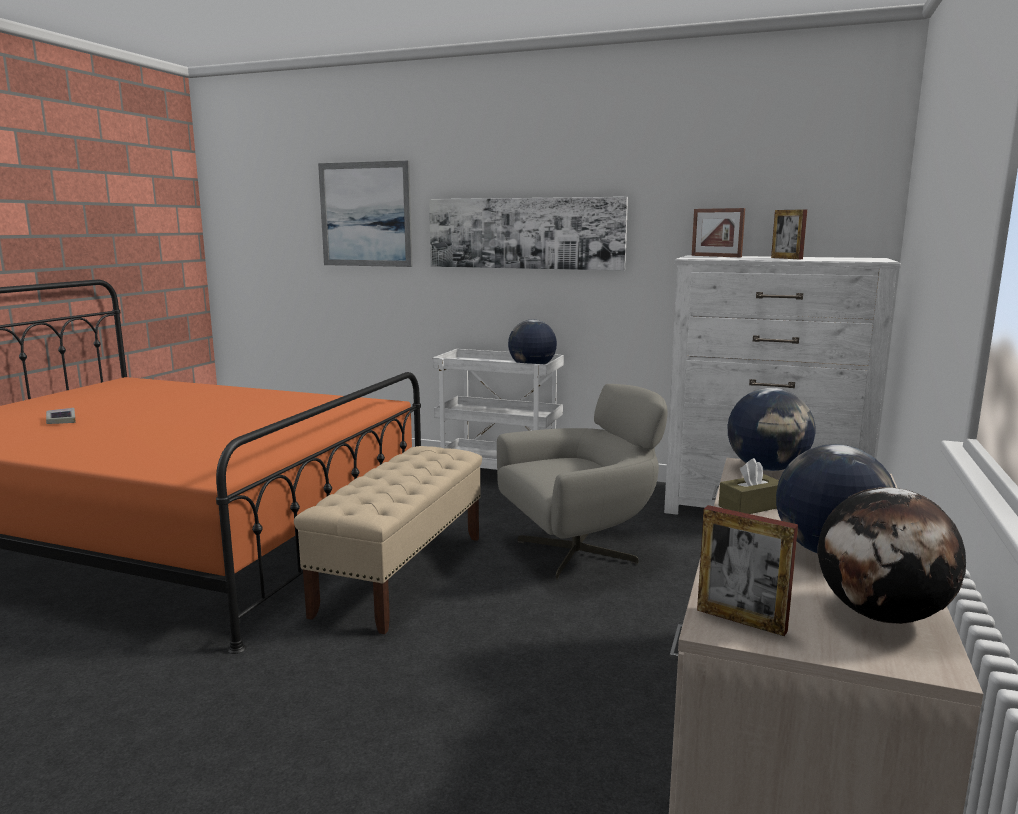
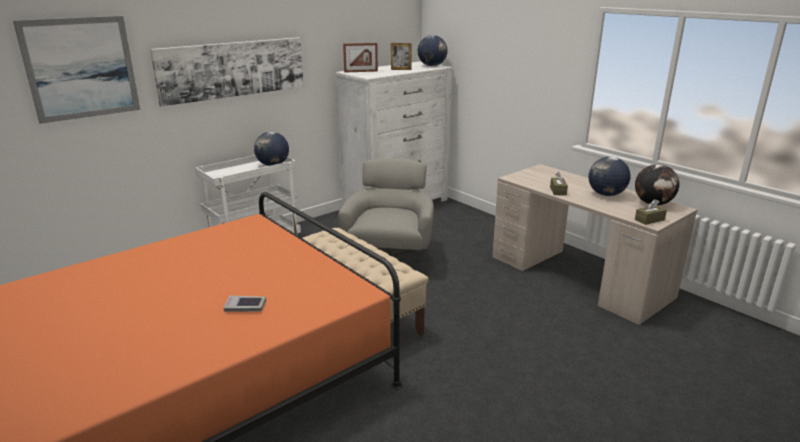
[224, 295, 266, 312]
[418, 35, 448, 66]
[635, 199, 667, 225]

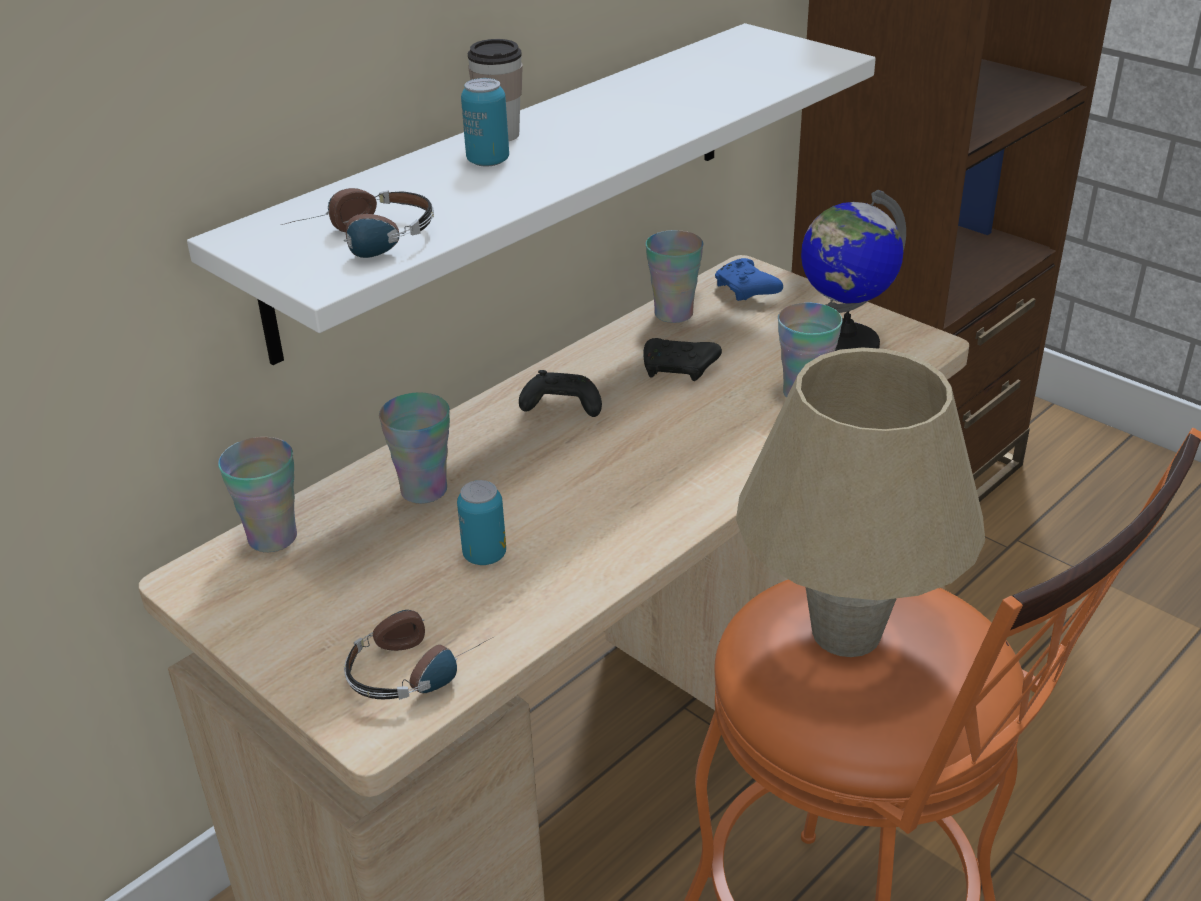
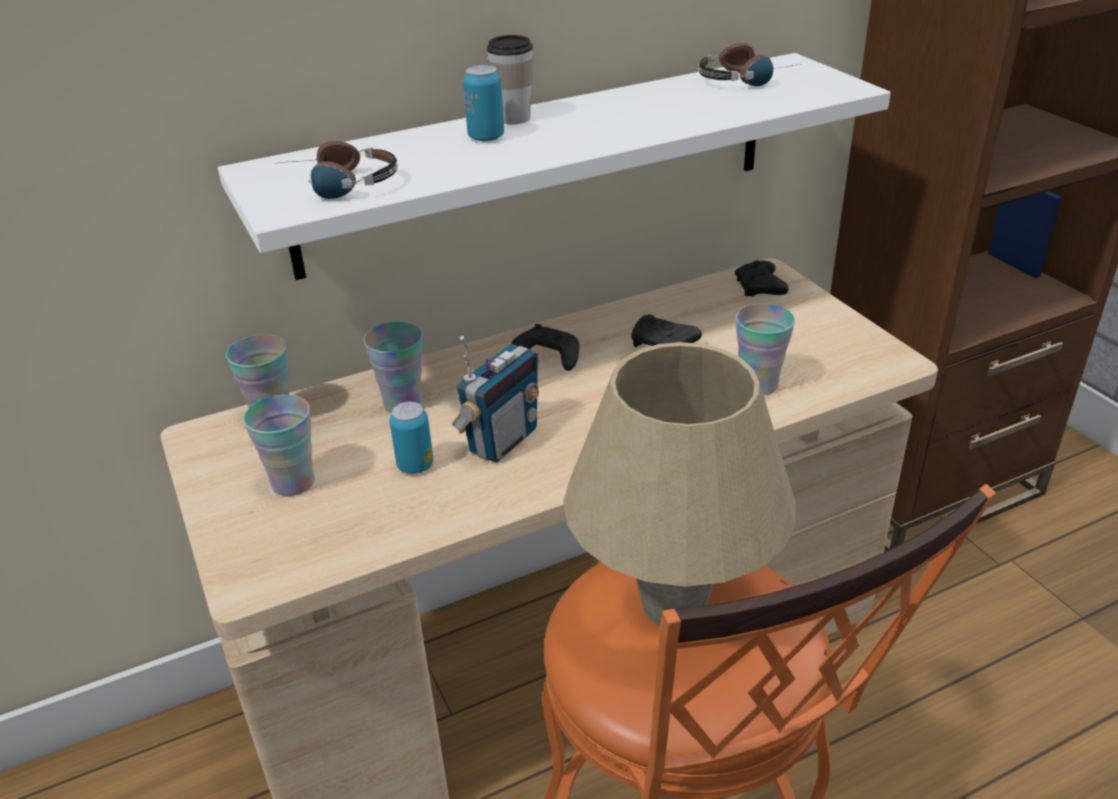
[243, 394, 315, 496]
[452, 336, 539, 463]
[698, 43, 801, 86]
[735, 260, 789, 297]
[801, 190, 906, 351] (first image)

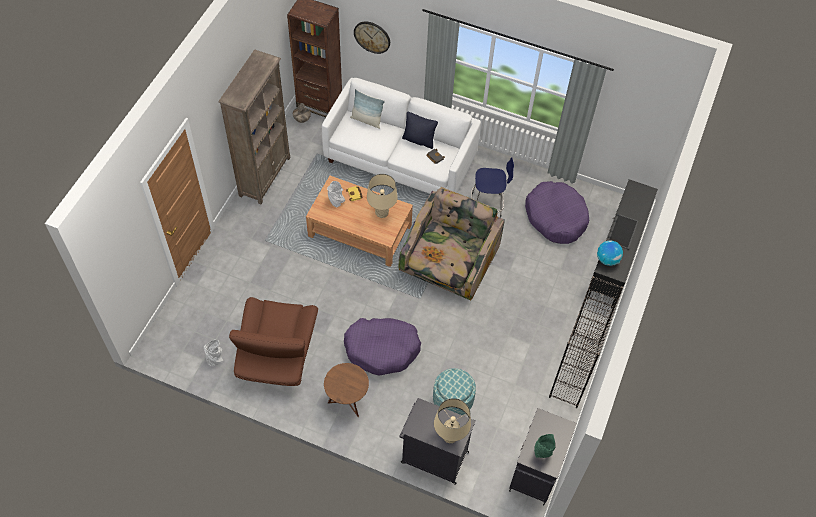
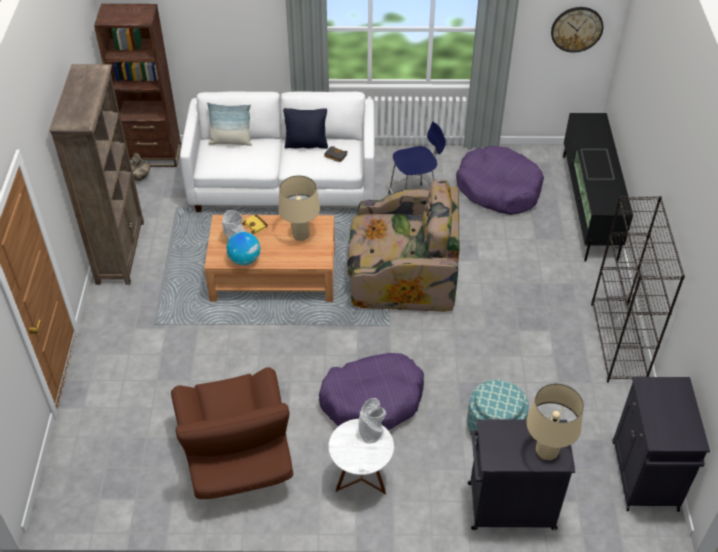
[227, 232, 260, 265]
[329, 419, 394, 494]
[347, 180, 459, 312]
[358, 398, 386, 444]
[551, 7, 603, 53]
[534, 434, 555, 458] (first image)

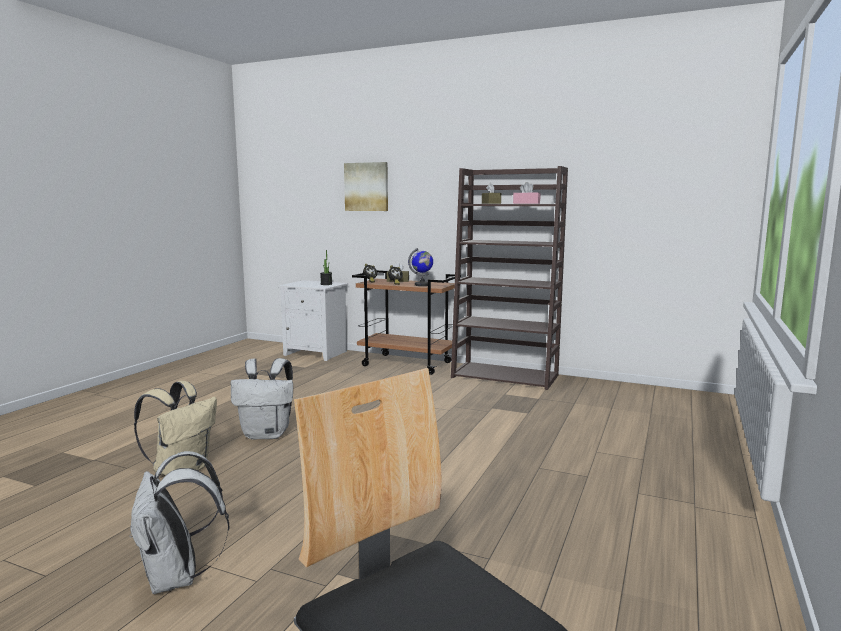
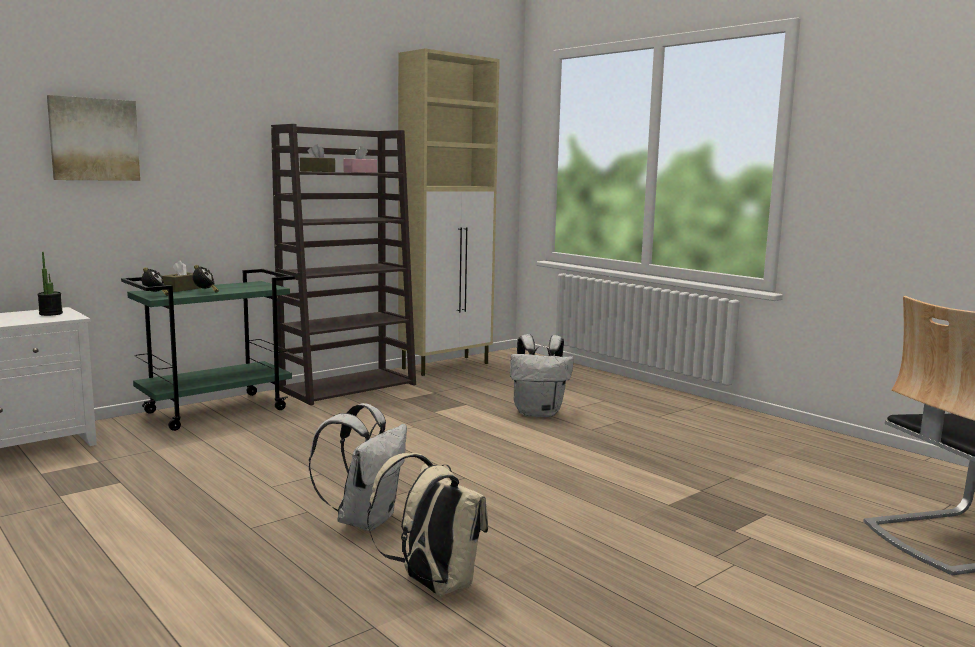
[121, 269, 295, 431]
[398, 48, 500, 376]
[510, 334, 574, 417]
[408, 248, 433, 286] (first image)

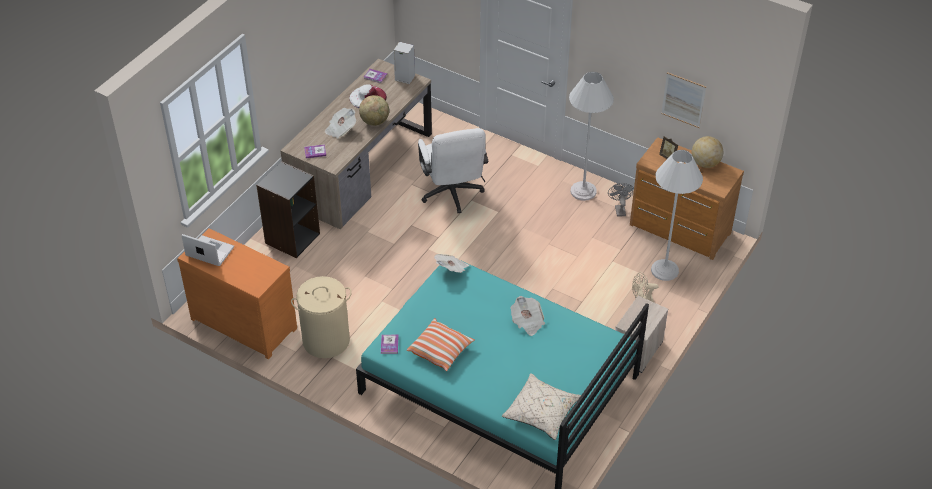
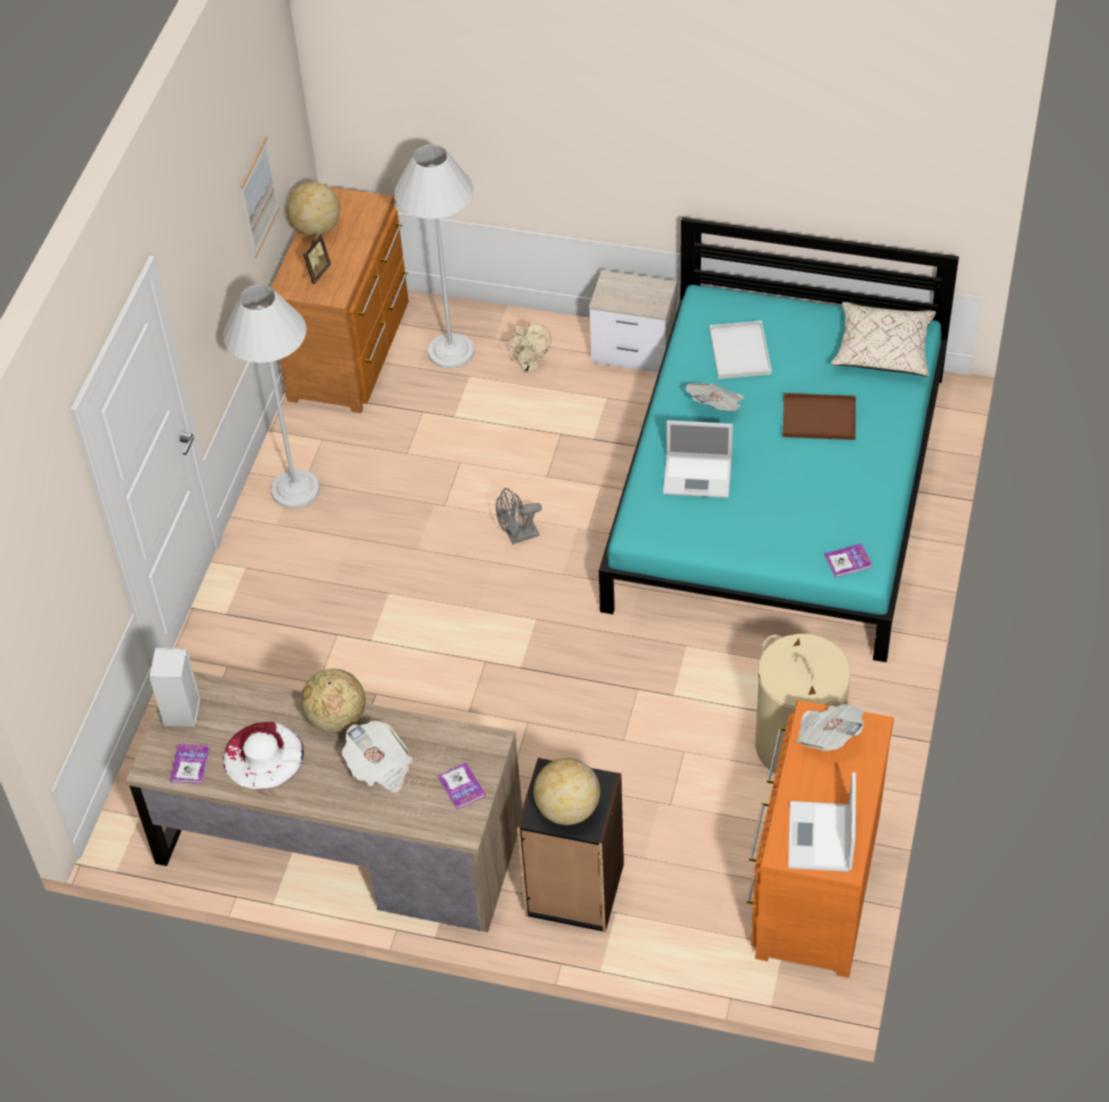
[496, 488, 542, 544]
[533, 758, 600, 825]
[663, 420, 733, 498]
[709, 321, 772, 379]
[782, 393, 856, 440]
[796, 704, 864, 751]
[407, 318, 475, 371] (first image)
[418, 128, 488, 213] (first image)

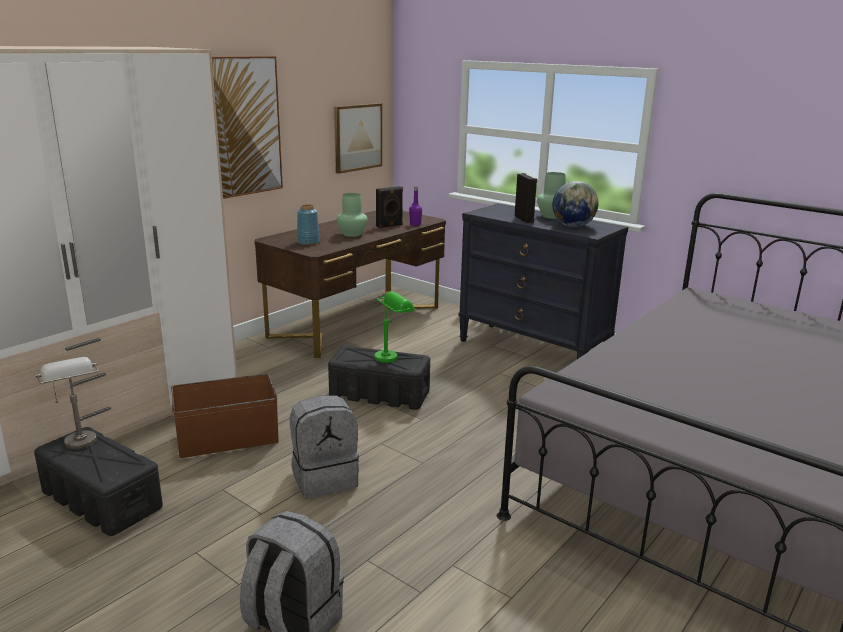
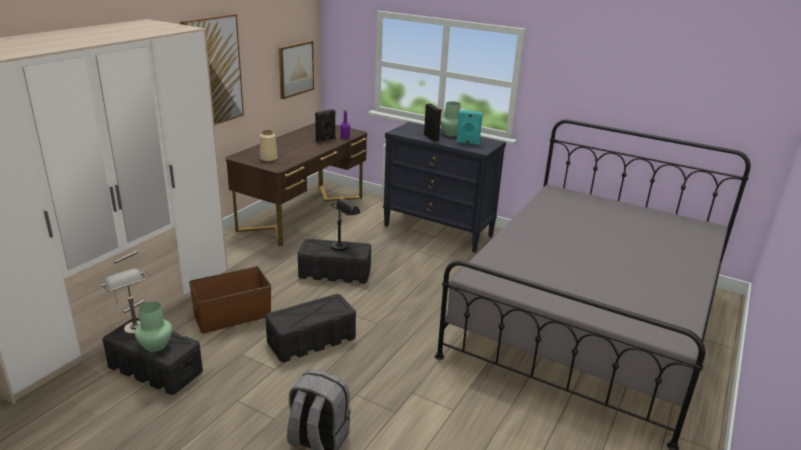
[135, 302, 172, 352]
[260, 130, 278, 161]
[265, 294, 356, 362]
[331, 199, 360, 251]
[456, 110, 483, 145]

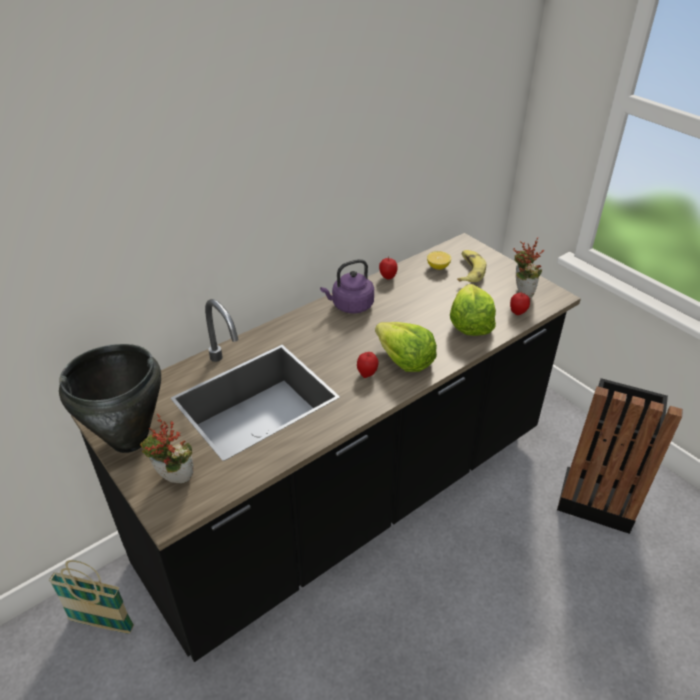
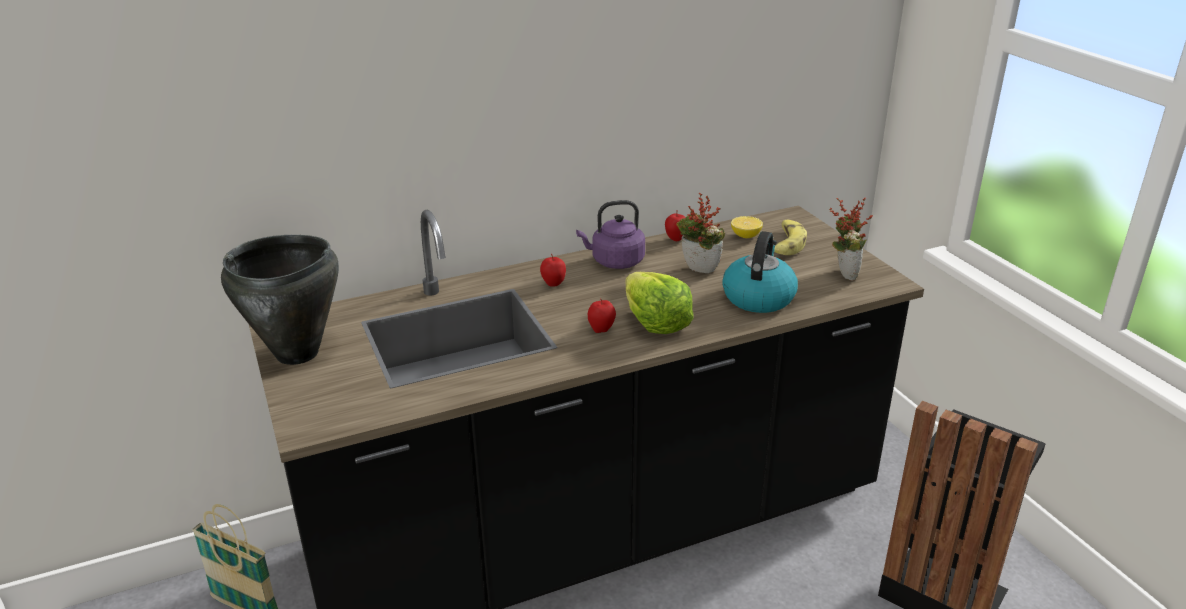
[540, 254, 566, 287]
[676, 193, 725, 273]
[722, 231, 798, 313]

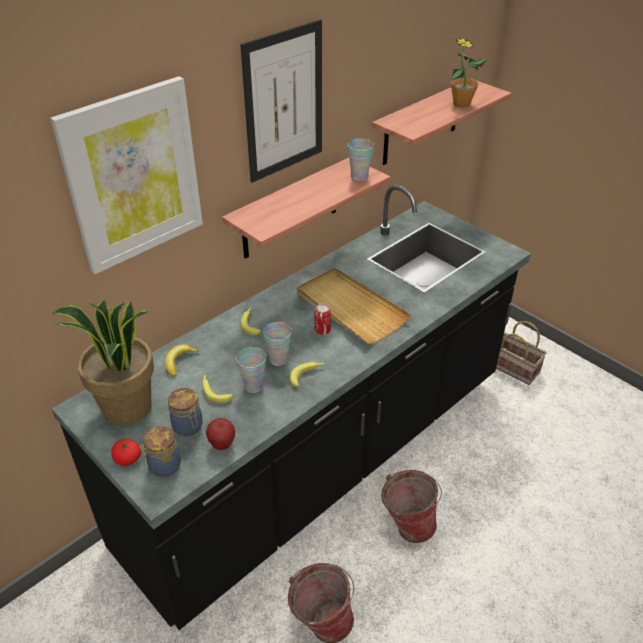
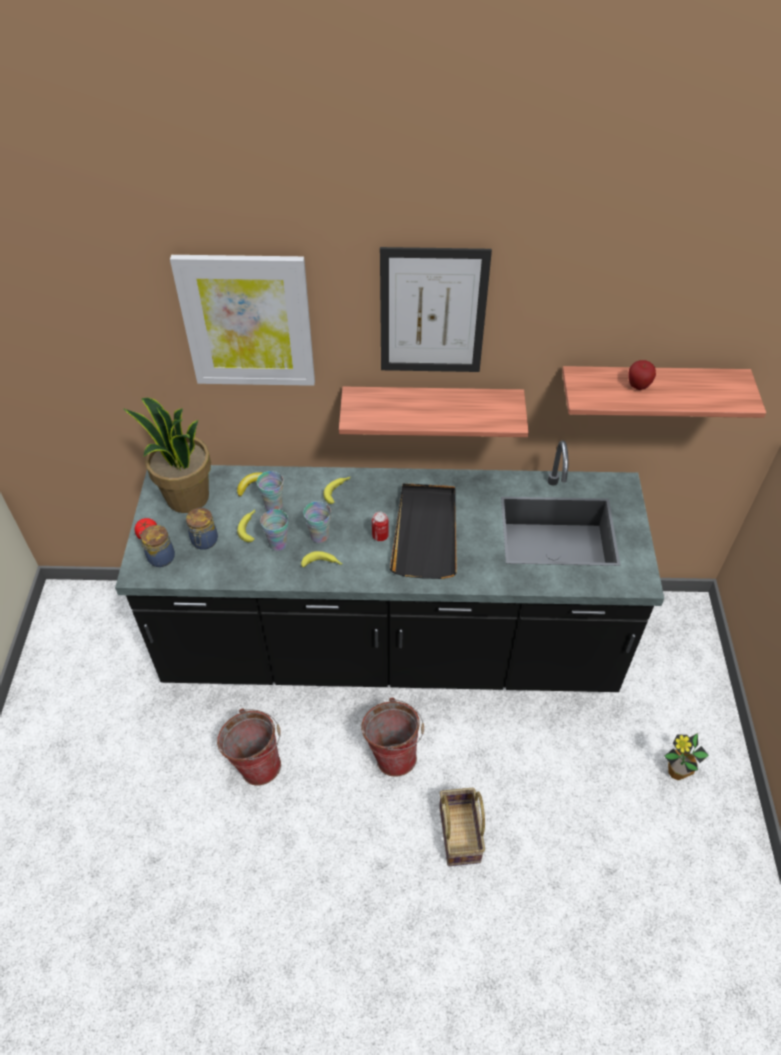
[257, 471, 284, 511]
[390, 484, 457, 579]
[439, 788, 485, 866]
[628, 360, 656, 390]
[664, 733, 709, 780]

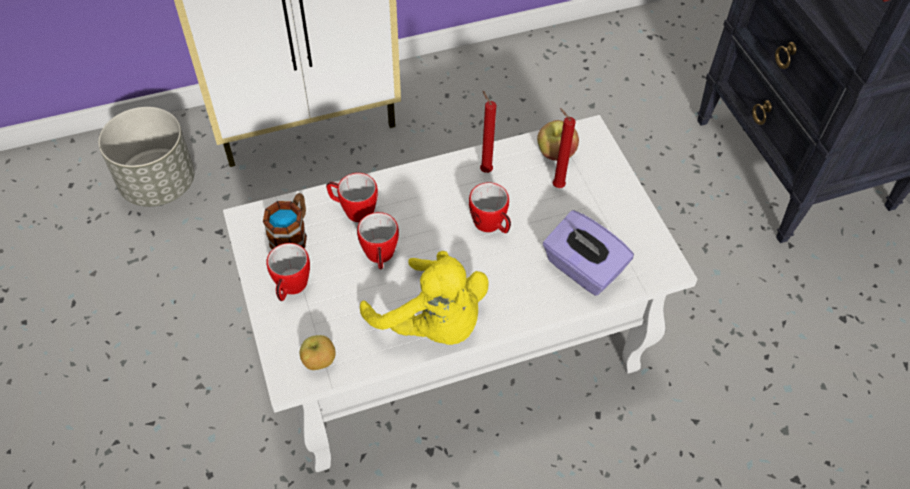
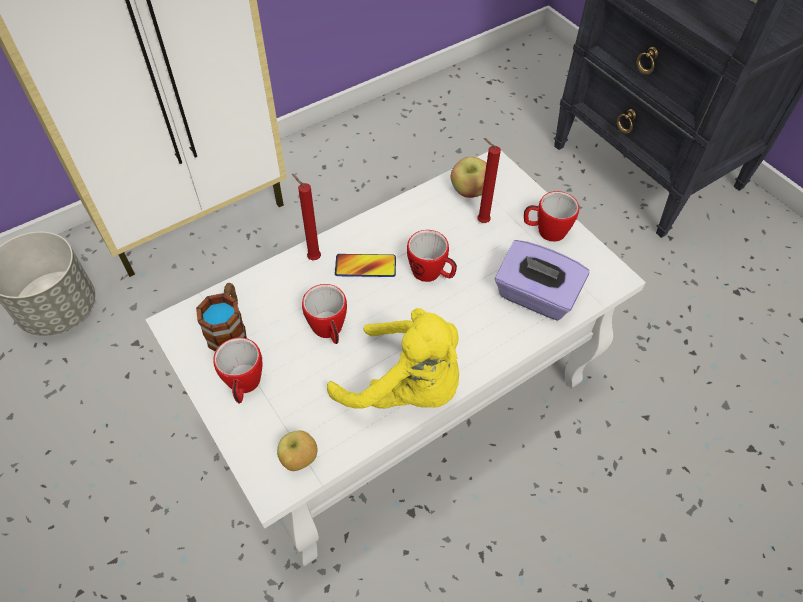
[292, 174, 321, 260]
[335, 254, 396, 277]
[524, 191, 579, 242]

